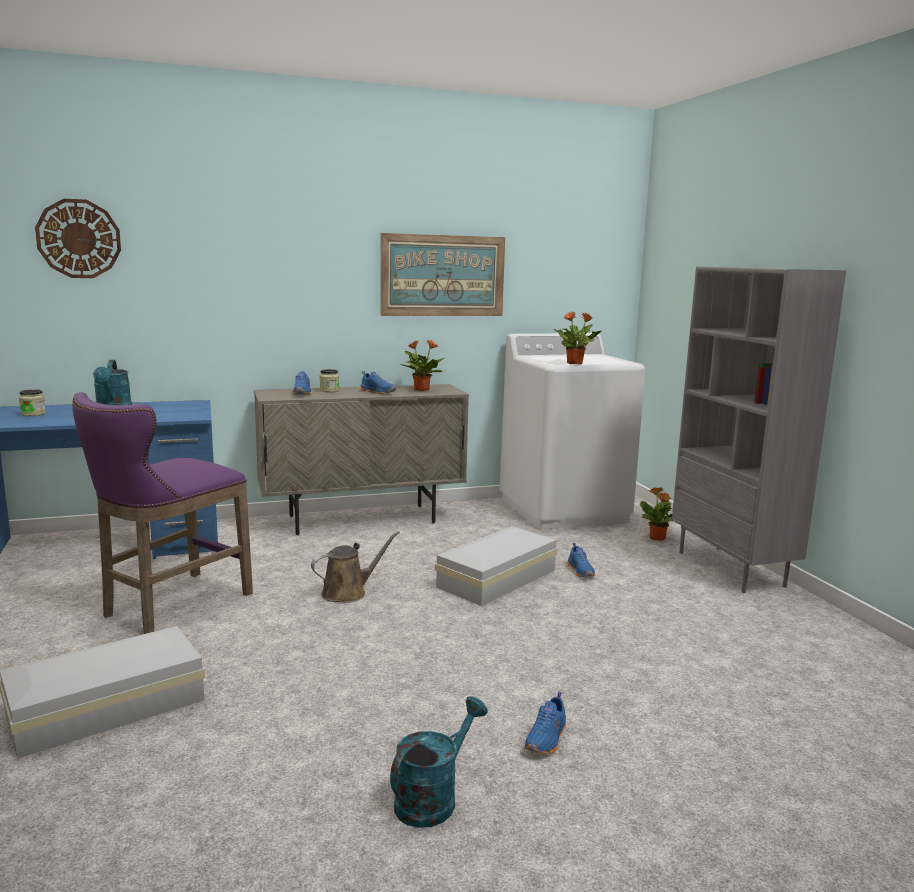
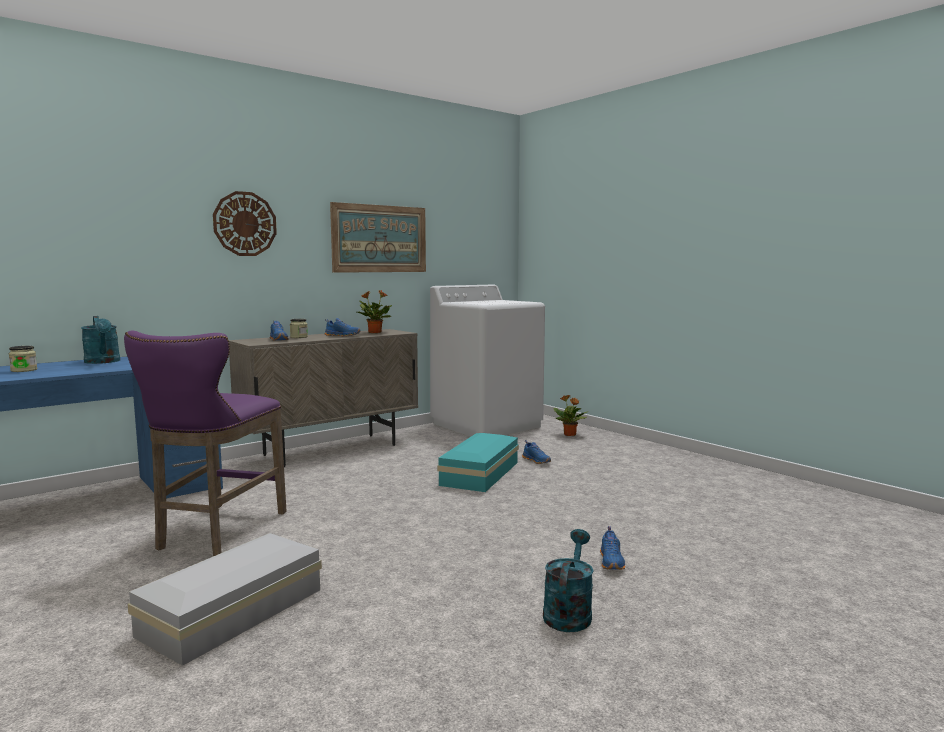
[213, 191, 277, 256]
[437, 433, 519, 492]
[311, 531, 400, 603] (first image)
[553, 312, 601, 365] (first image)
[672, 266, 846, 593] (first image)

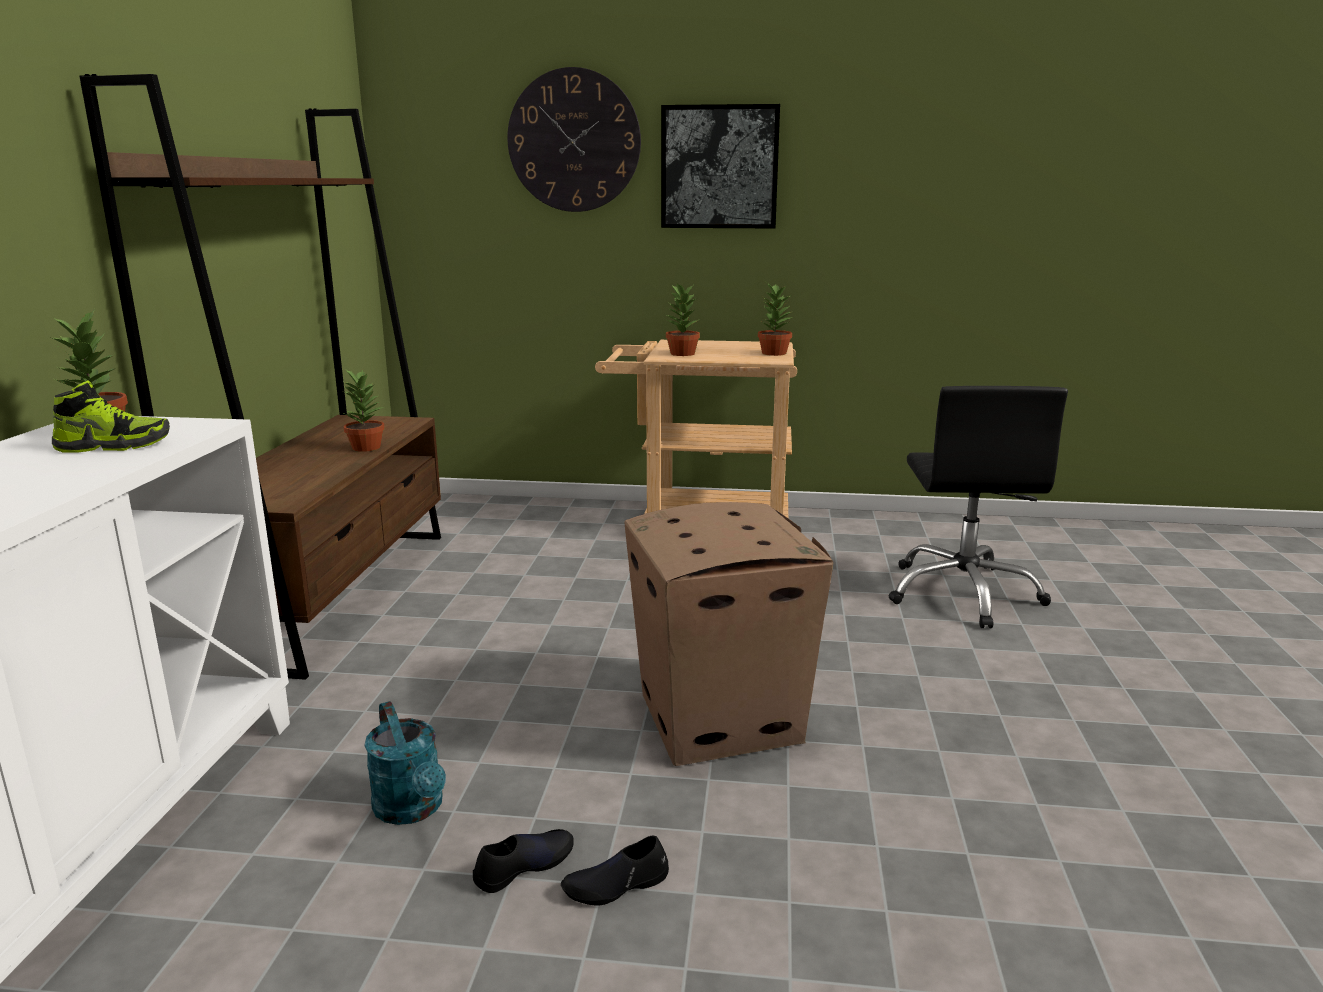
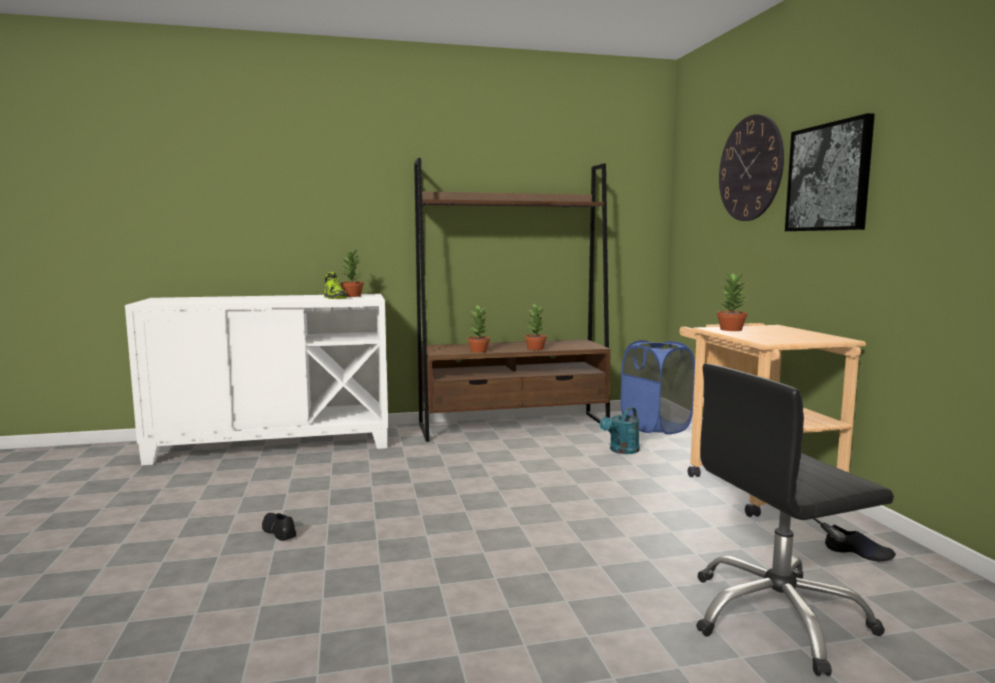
[467, 306, 490, 353]
[600, 407, 640, 454]
[620, 340, 695, 434]
[825, 524, 896, 561]
[624, 502, 833, 766] (first image)

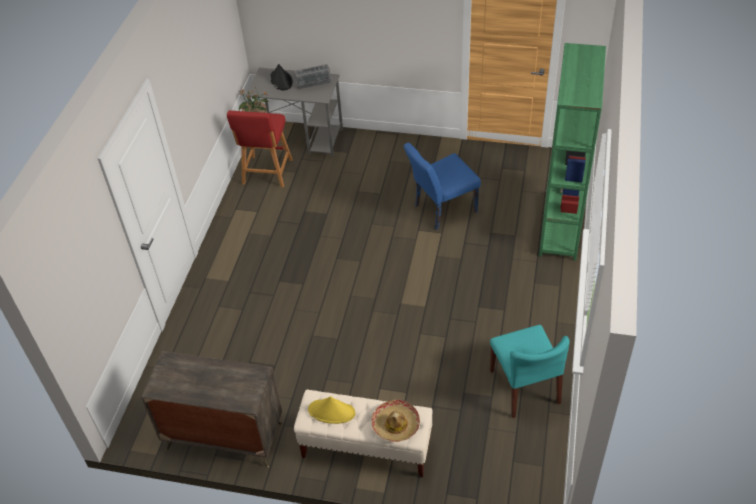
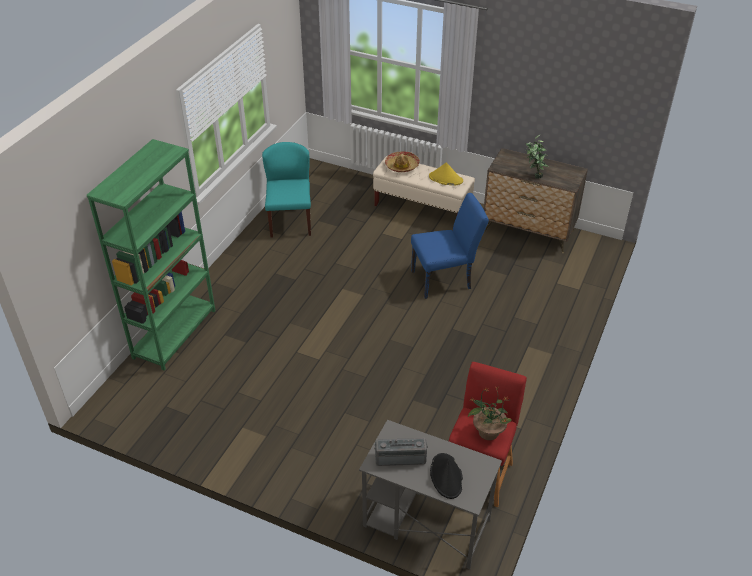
[411, 193, 489, 299]
[526, 135, 548, 179]

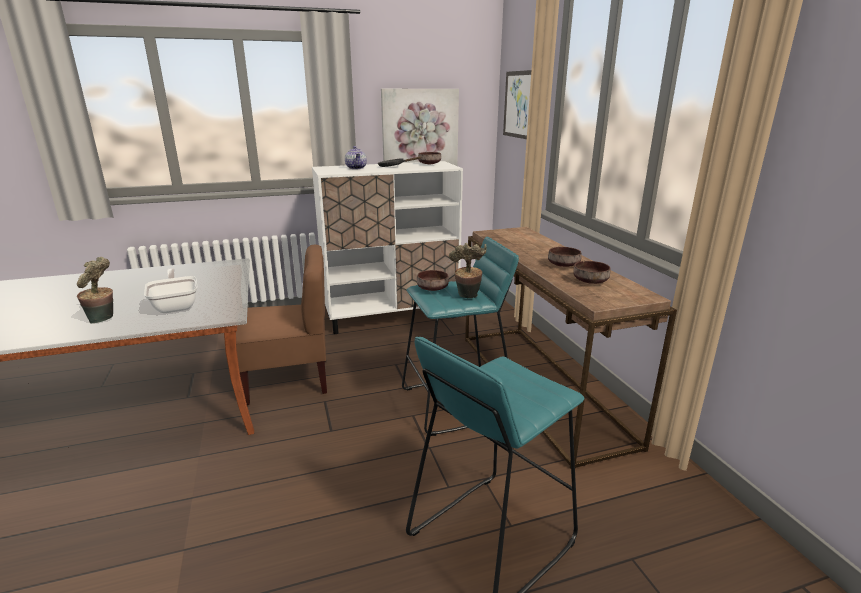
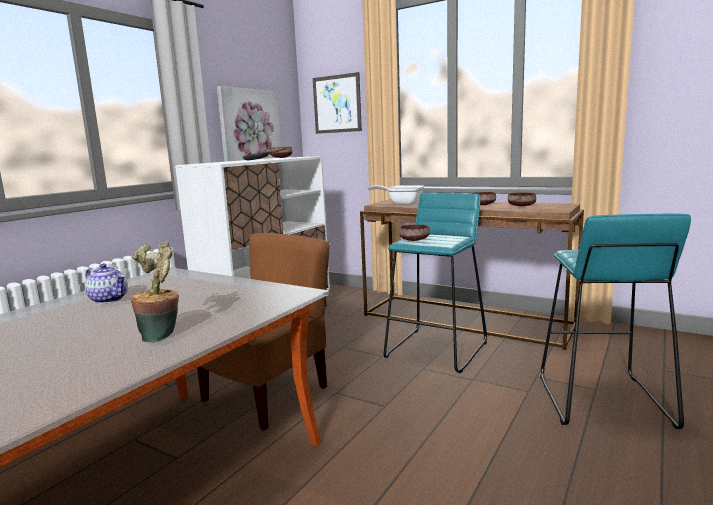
[85, 264, 128, 304]
[368, 185, 424, 205]
[449, 243, 487, 298] (first image)

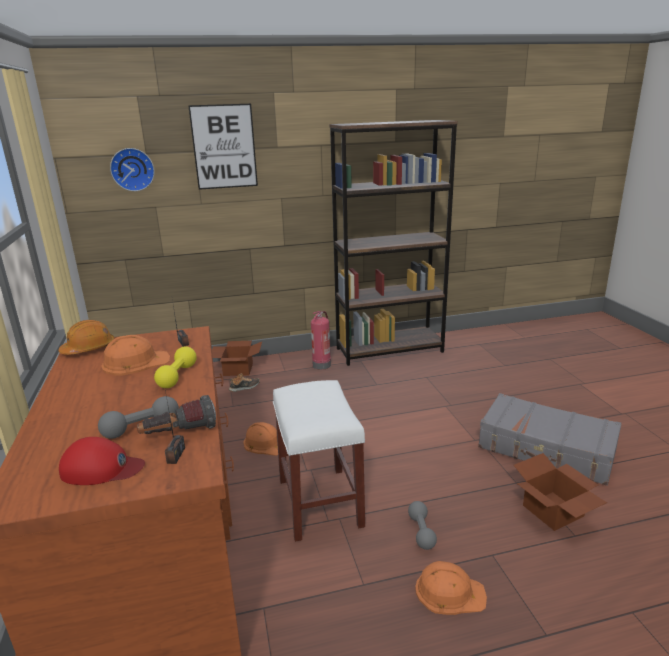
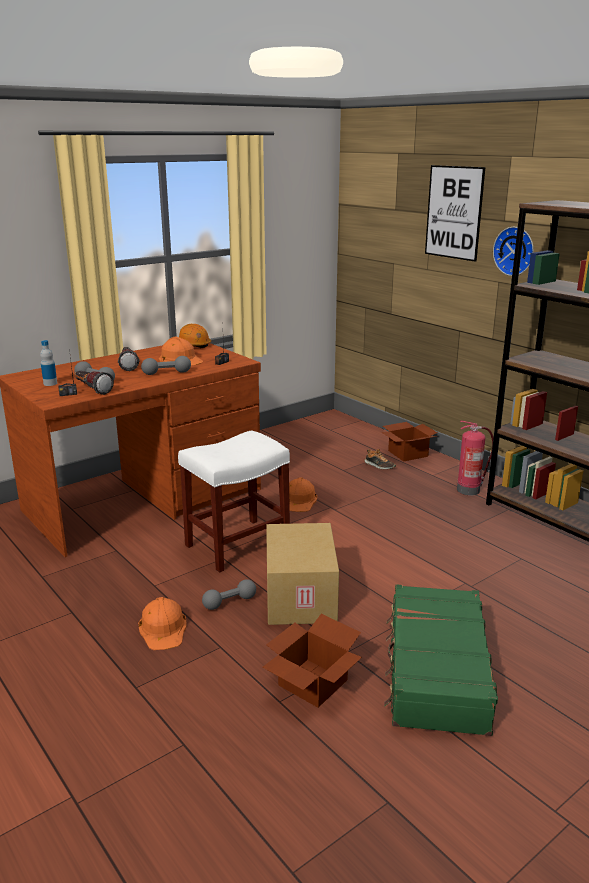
[40, 340, 57, 386]
[118, 347, 140, 371]
[141, 356, 191, 375]
[266, 523, 339, 625]
[384, 584, 498, 736]
[493, 227, 534, 276]

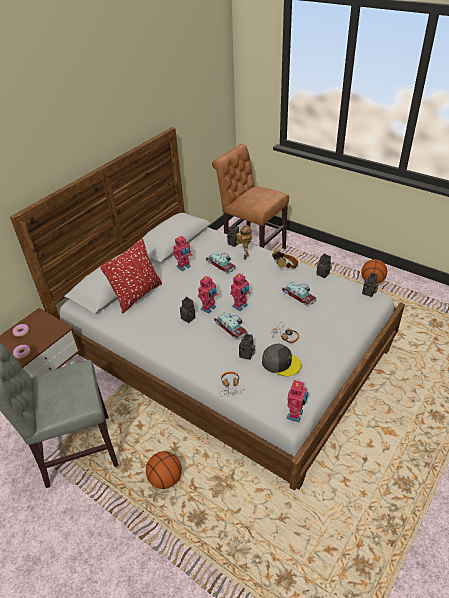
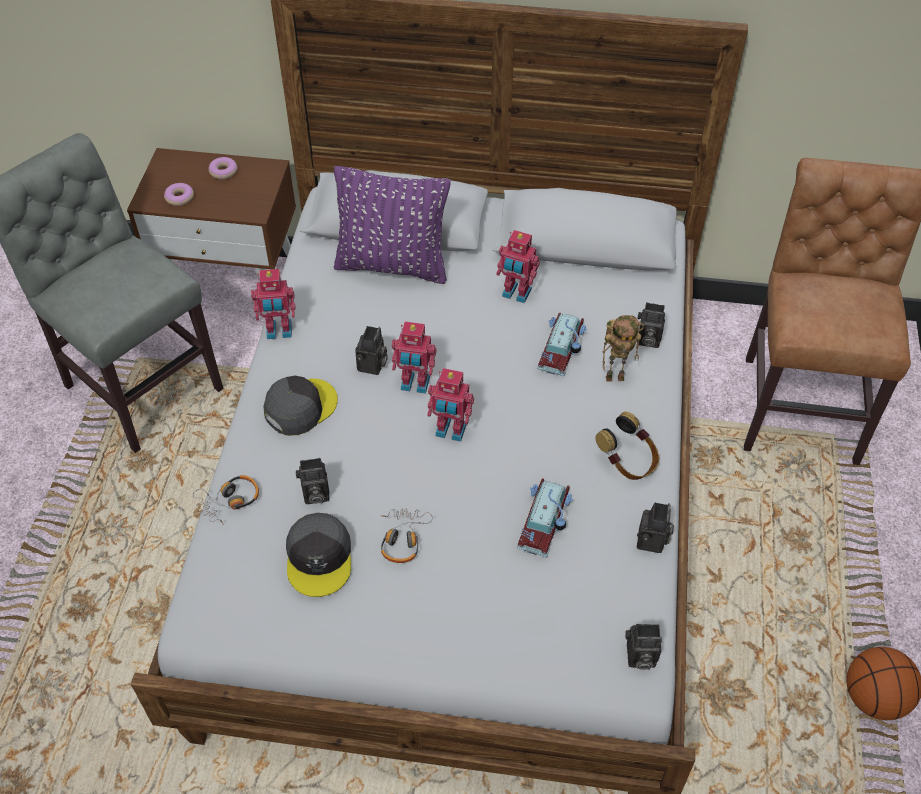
[251, 269, 295, 339]
[263, 376, 338, 436]
[334, 166, 451, 284]
[146, 451, 182, 489] (first image)
[214, 312, 248, 340] (first image)

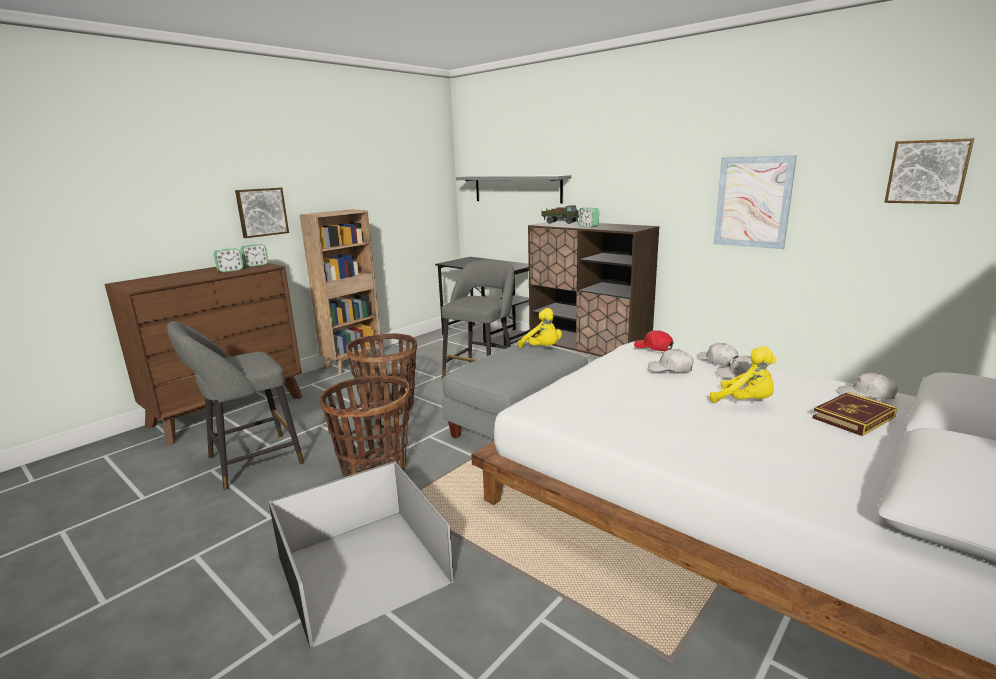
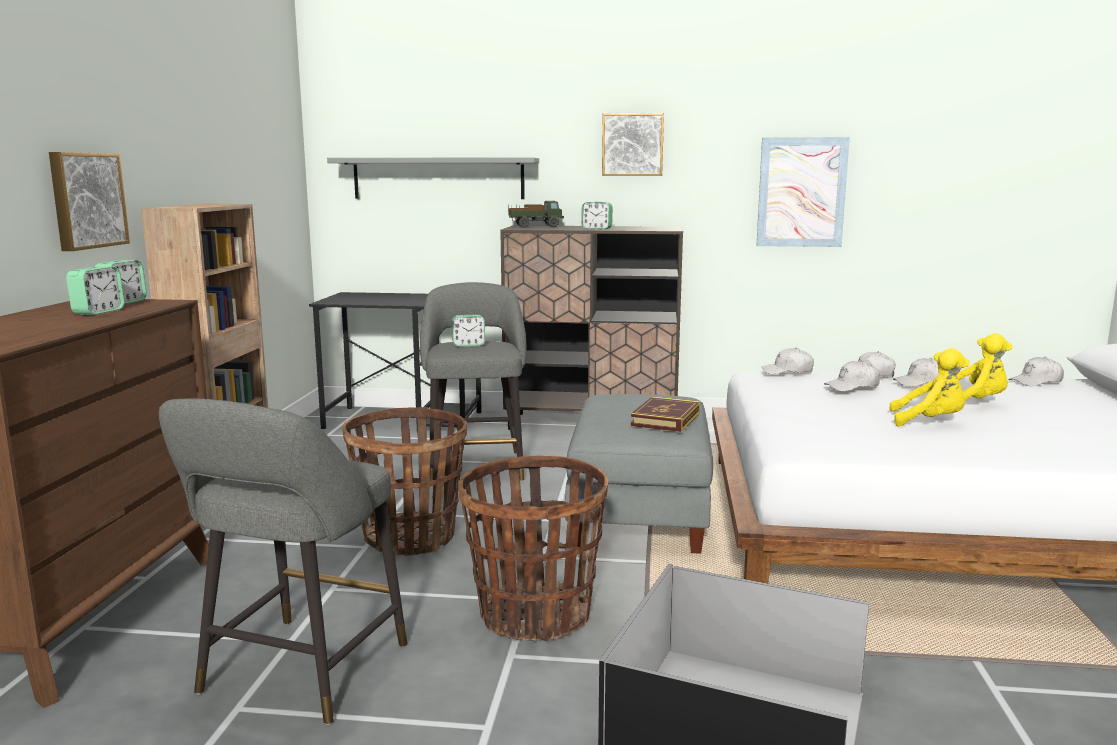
[452, 315, 485, 347]
[602, 113, 664, 176]
[630, 396, 700, 432]
[761, 348, 814, 374]
[889, 348, 970, 426]

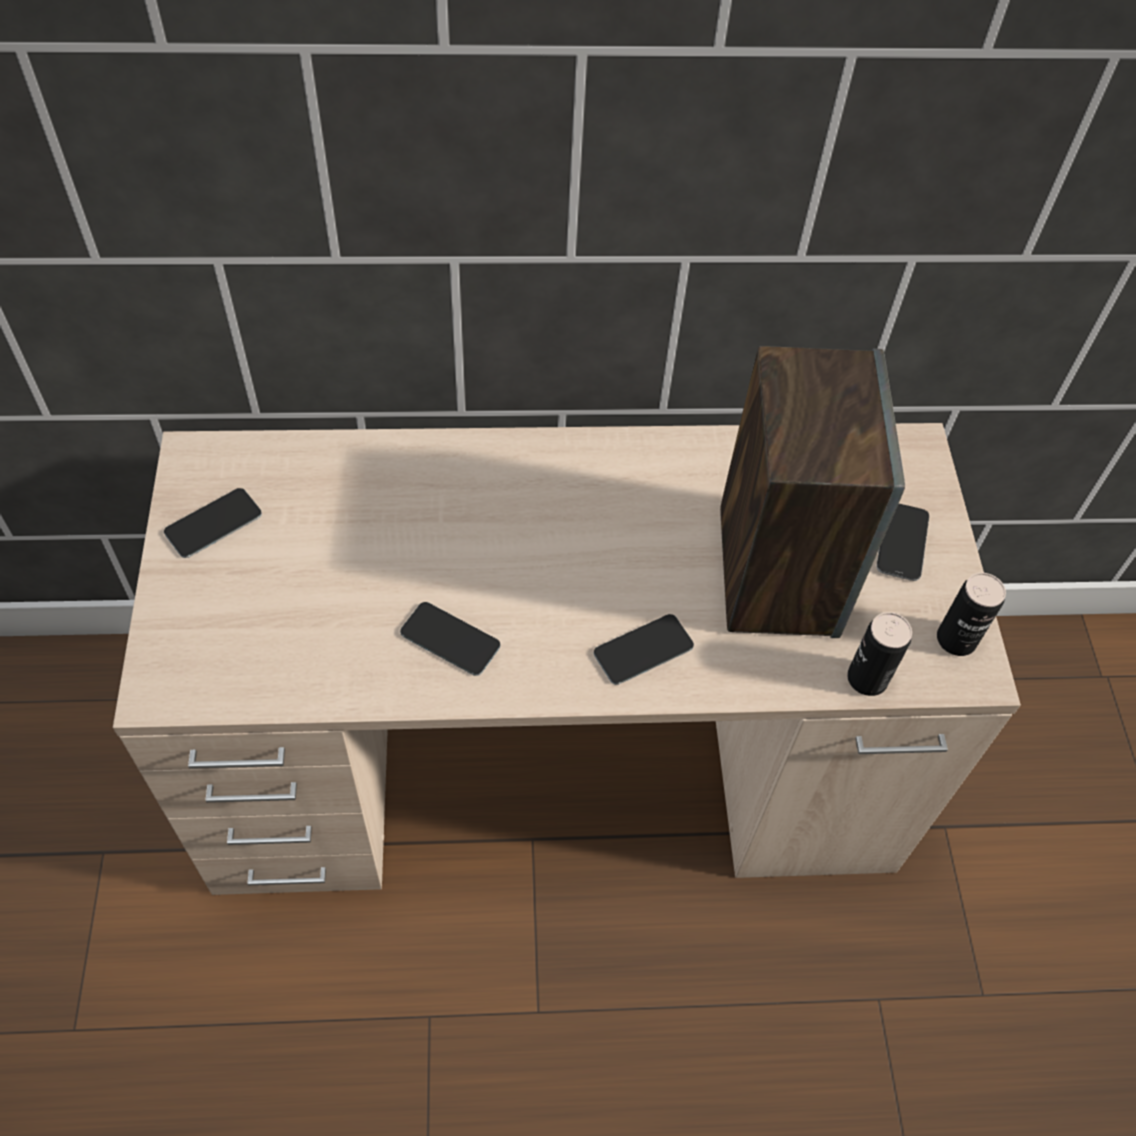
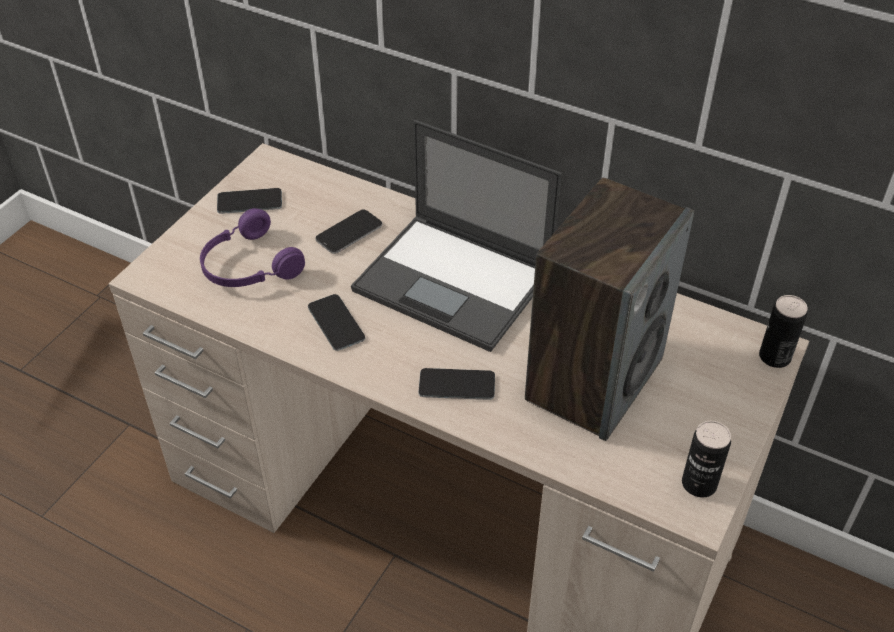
[200, 208, 305, 287]
[315, 209, 382, 254]
[351, 120, 562, 352]
[759, 295, 808, 368]

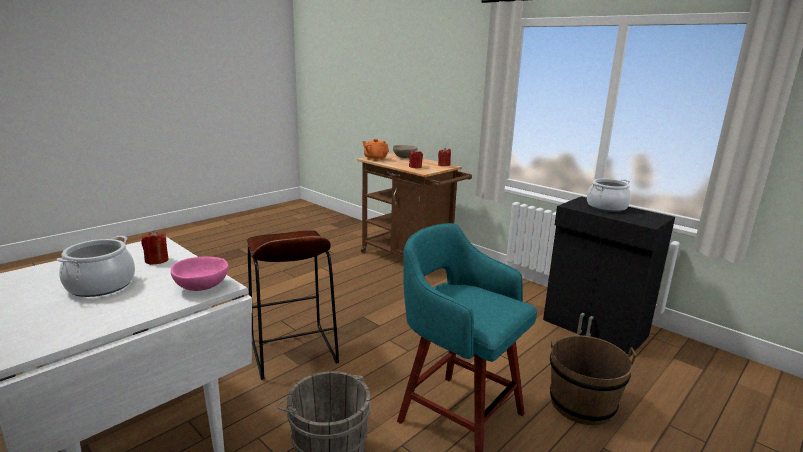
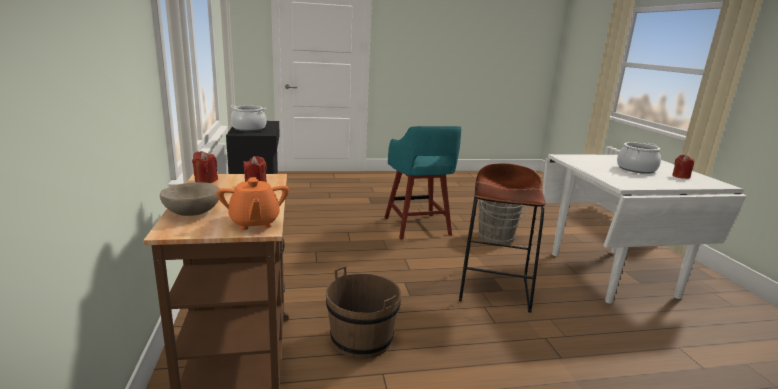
[326, 266, 401, 359]
[672, 155, 694, 179]
[171, 256, 229, 291] (first image)

